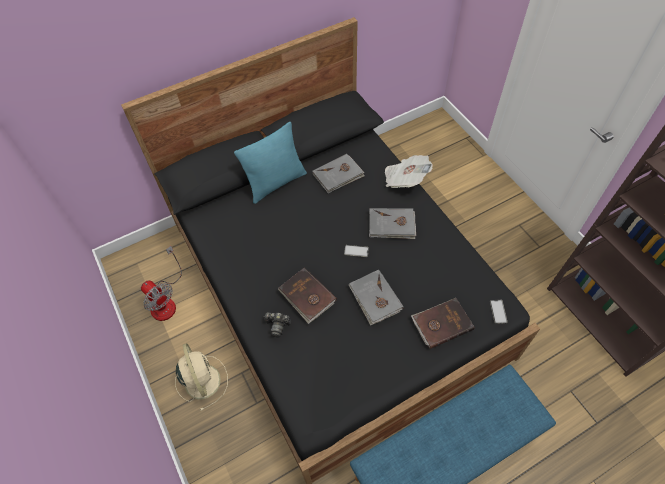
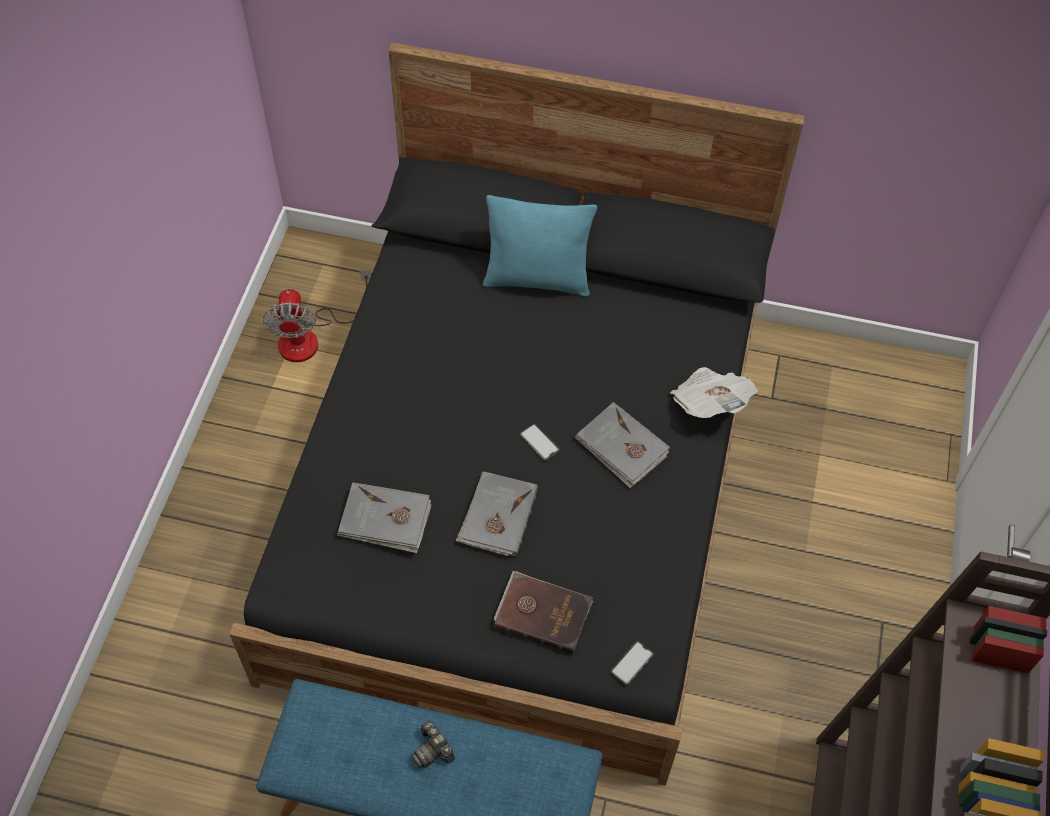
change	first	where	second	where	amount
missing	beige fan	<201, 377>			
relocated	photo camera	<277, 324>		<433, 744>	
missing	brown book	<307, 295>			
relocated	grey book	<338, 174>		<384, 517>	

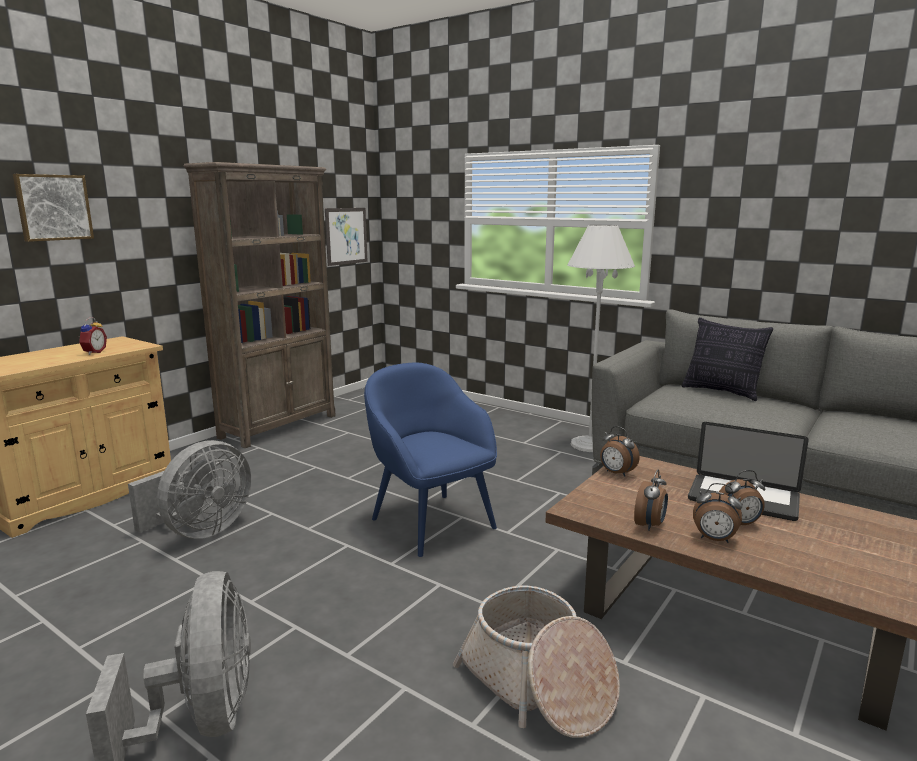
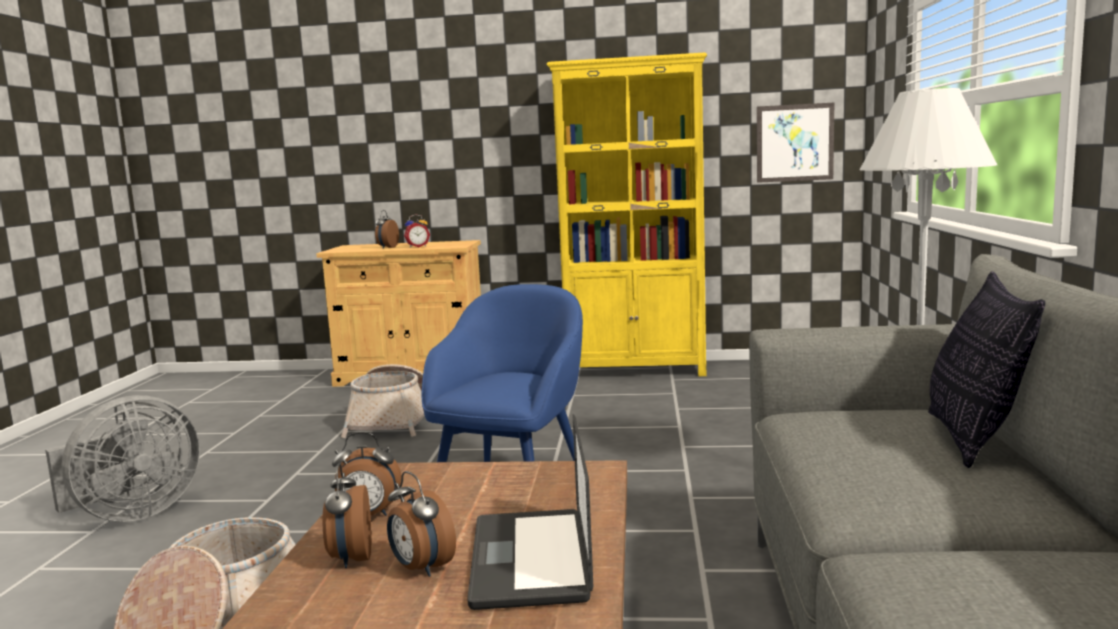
change	first	where	second	where	amount
missing	picture	<53, 208>			
exchanged	grey fan	<189, 489>	basket	<382, 401>	
colour	brown bookcase	<260, 305>	yellow bookcase	<627, 214>	
relocated	alarm clock	<620, 451>		<387, 229>	

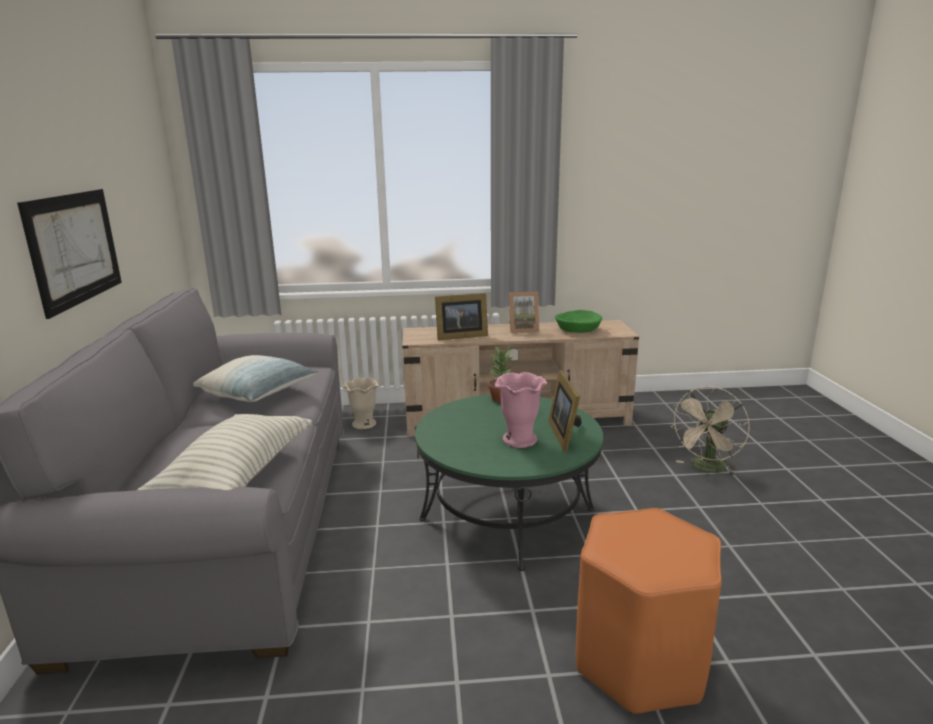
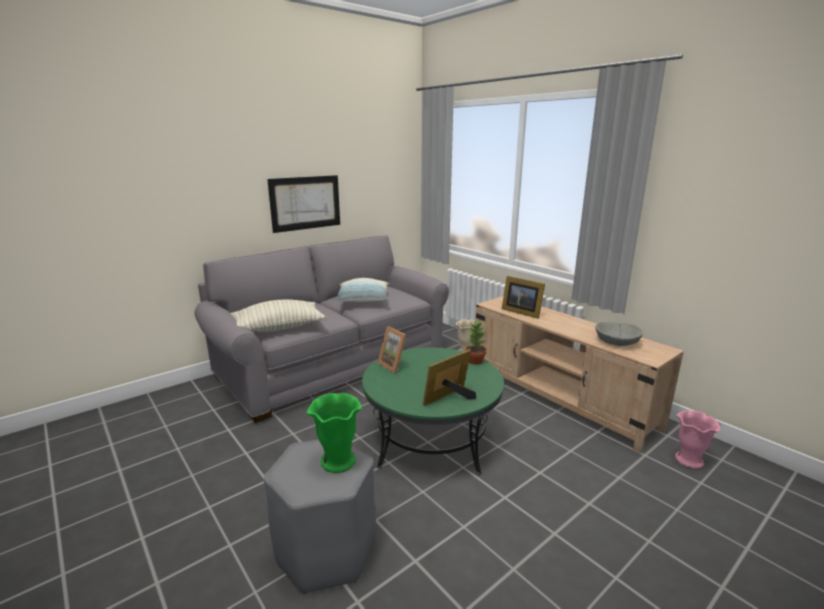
change	first	where	second	where	amount
relocated	pink vase	<521, 410>		<698, 440>	
relocated	picture frame	<523, 312>		<392, 349>	
colour	green bowl	<578, 321>	grey bowl	<619, 334>	
colour	orange stool	<649, 611>	grey stool	<320, 517>	
missing	beige fan	<710, 431>			
appeared			green vase	<334, 433>	

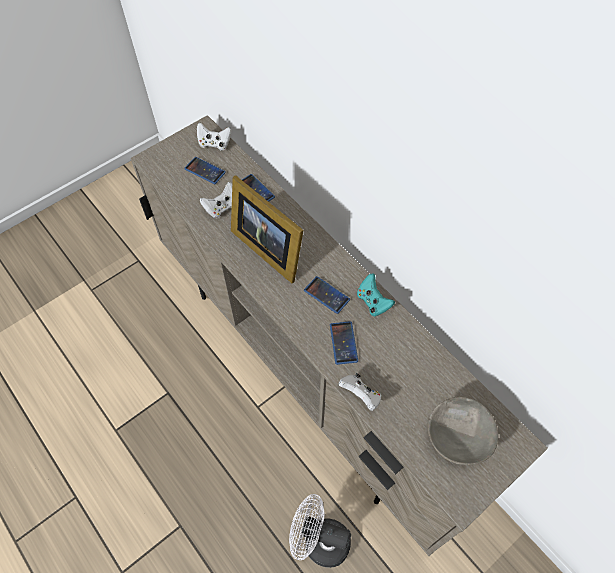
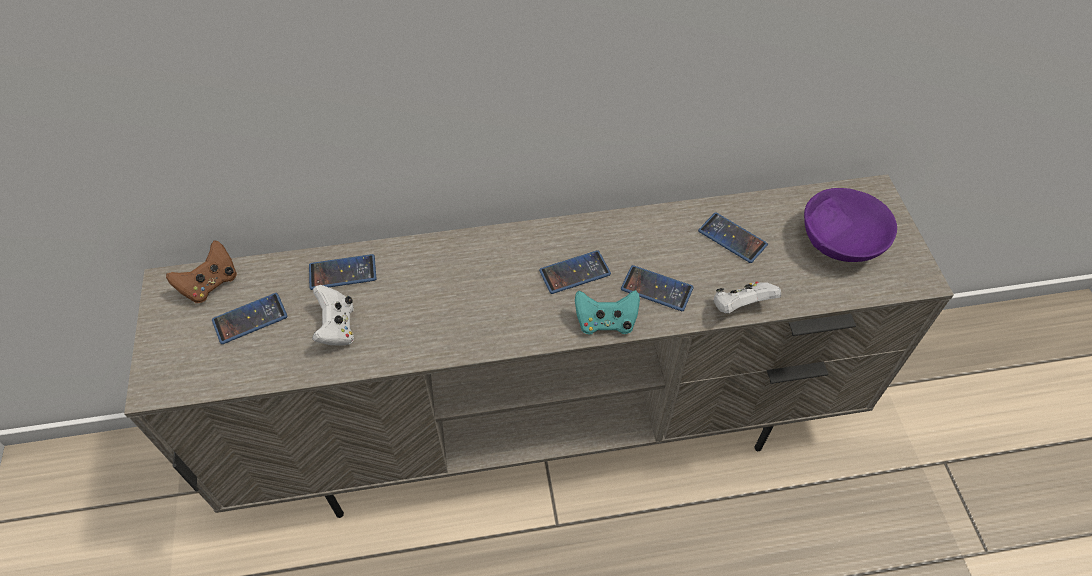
change	first	where	second	where	amount
colour	white game controller	<214, 136>	brown game controller	<201, 271>	
missing	picture frame	<267, 229>			
missing	white fan	<320, 531>			
relocated	turquoise game controller	<376, 295>		<607, 312>	
colour	grey bowl	<463, 430>	purple bowl	<850, 225>	
appeared			phone	<733, 238>	

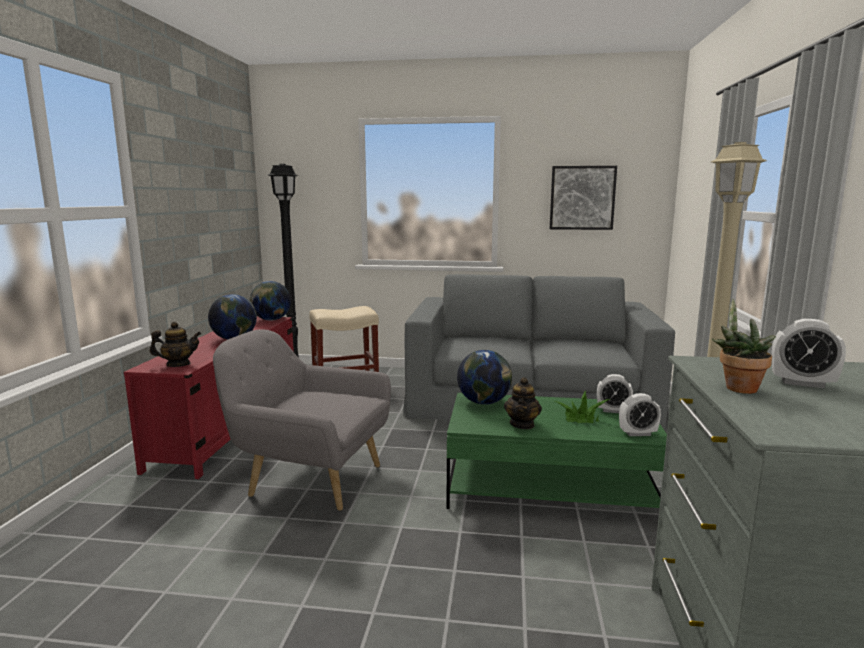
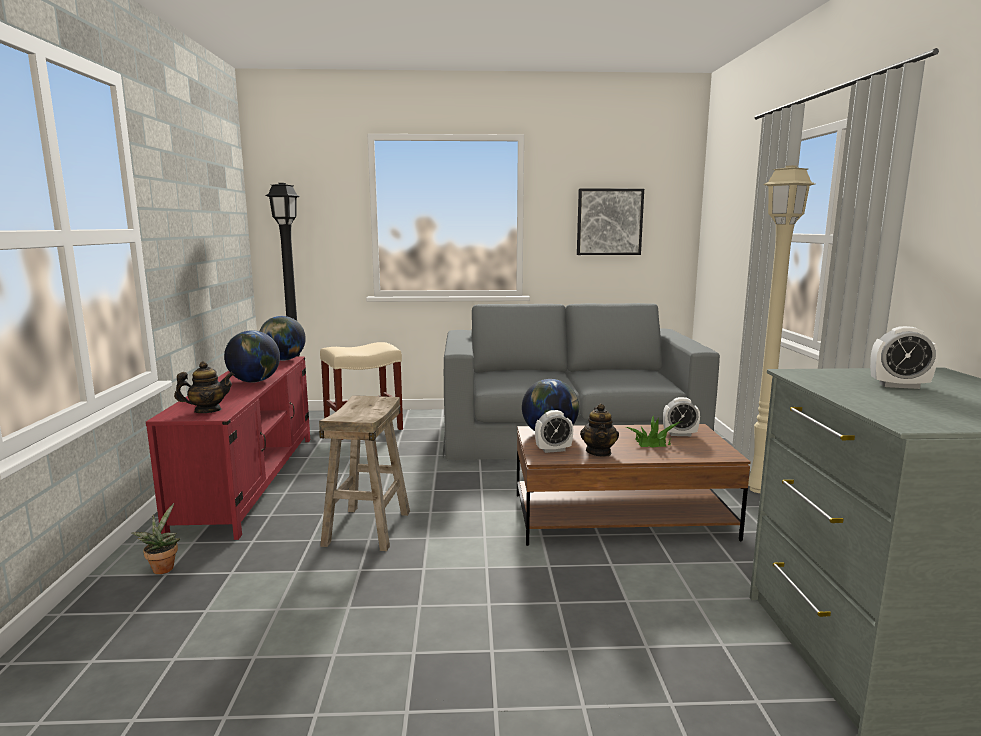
change	first	where	second	where	amount
exchanged	grey armchair	<302, 419>	beige stool	<364, 473>	
colour	green coffee table	<556, 451>	brown coffee table	<634, 485>	
relocated	alarm clock	<640, 414>		<554, 431>	
relocated	potted plant	<744, 346>		<155, 538>	

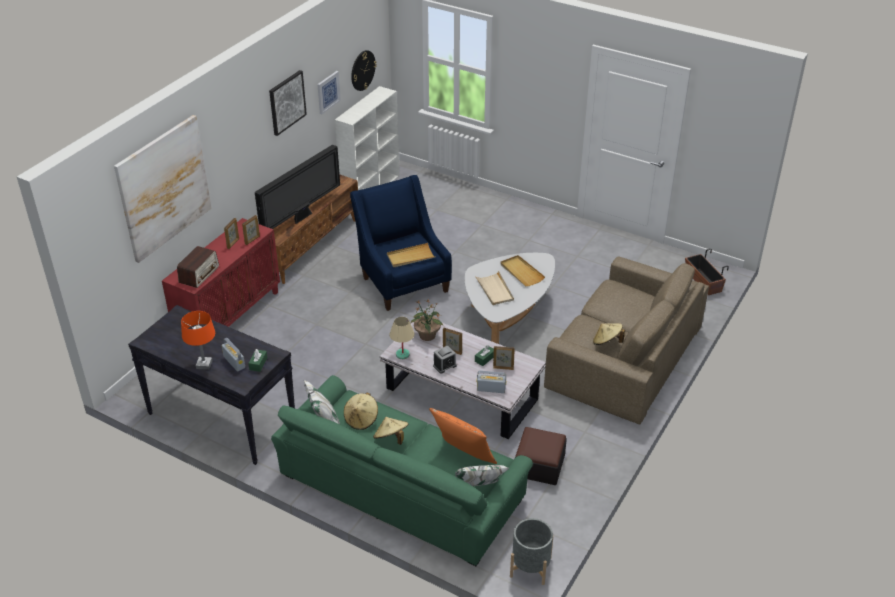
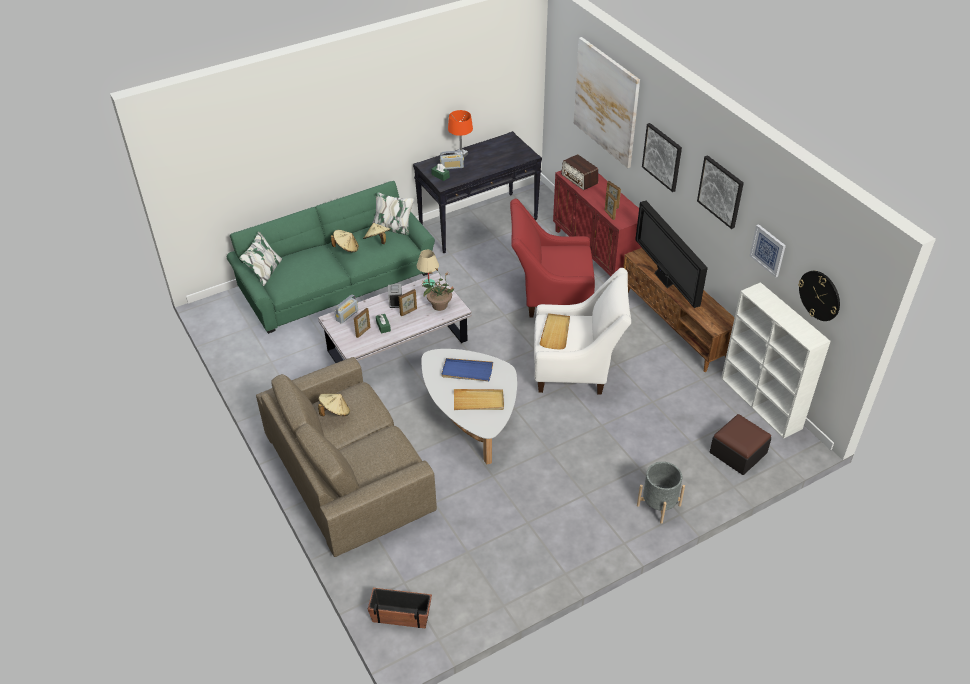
change	first	where	second	where	amount
colour	blue armchair	<401, 243>	white armchair	<582, 331>	
missing	orange pillow	<463, 436>			
colour	beige tray	<494, 288>	blue tray	<467, 370>	
relocated	grey planter	<531, 551>		<661, 493>	
relocated	ottoman	<541, 456>		<740, 444>	
appeared			red armchair	<552, 258>	
appeared			picture	<662, 157>	

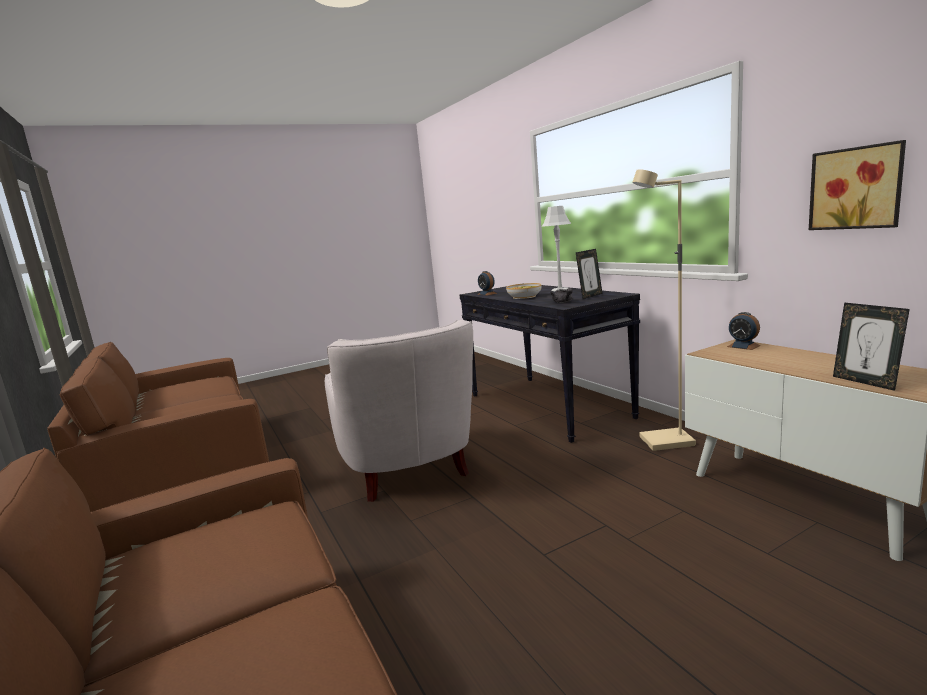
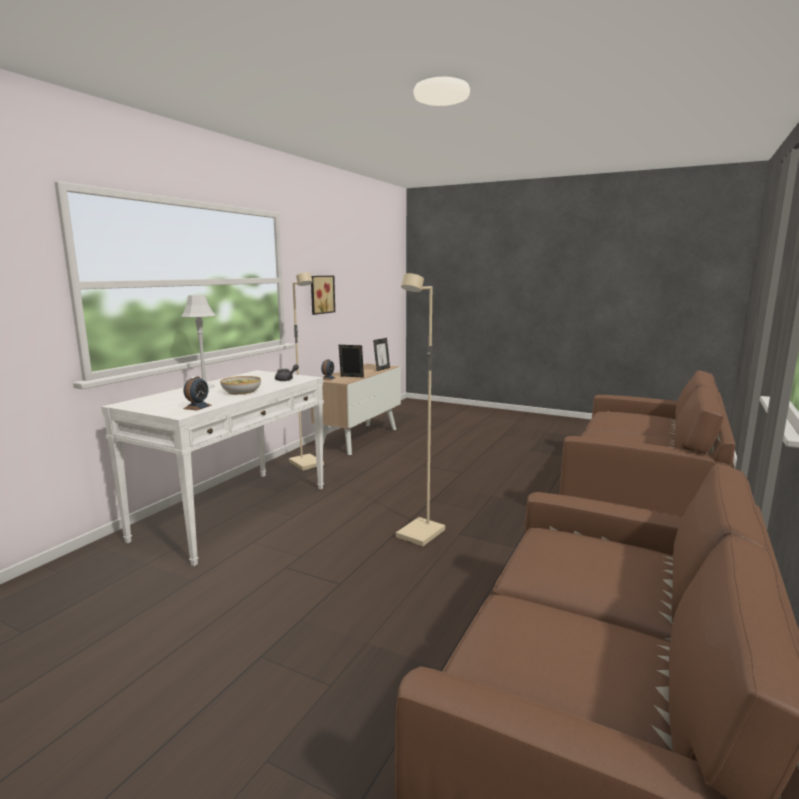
change	first	where	second	where	amount
exchanged	white armchair	<399, 411>	beige floor lamp	<420, 410>	
colour	black console table	<550, 363>	white console table	<212, 468>	
relocated	picture frame	<589, 274>		<351, 361>	

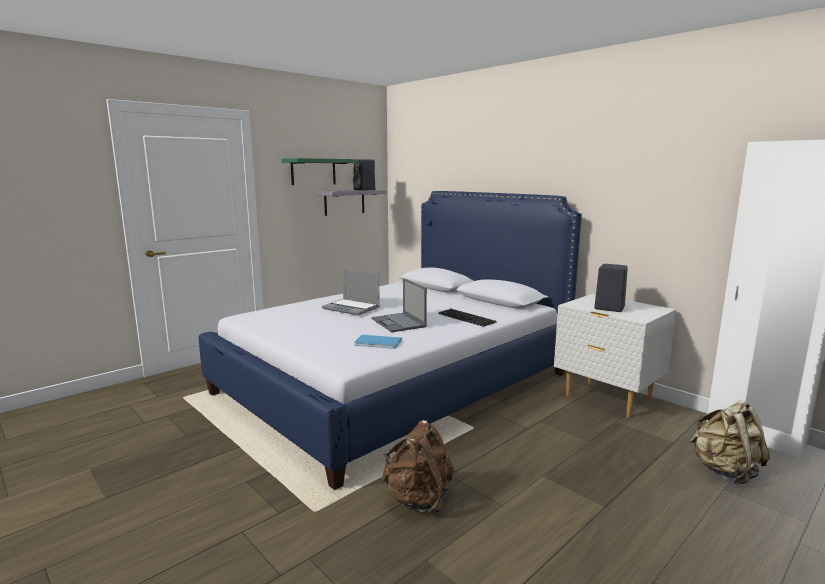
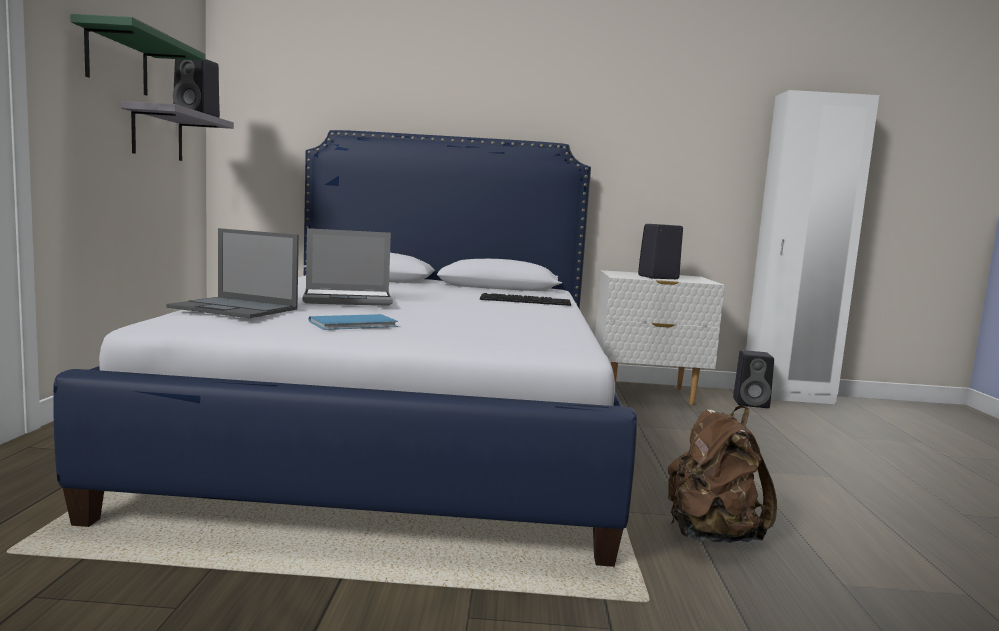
change	first	where	second	where	amount
relocated	blue book	<378, 342>		<353, 322>	
relocated	laptop	<399, 305>		<232, 273>	
missing	beige backpack	<729, 442>			
appeared			black speaker	<753, 379>	

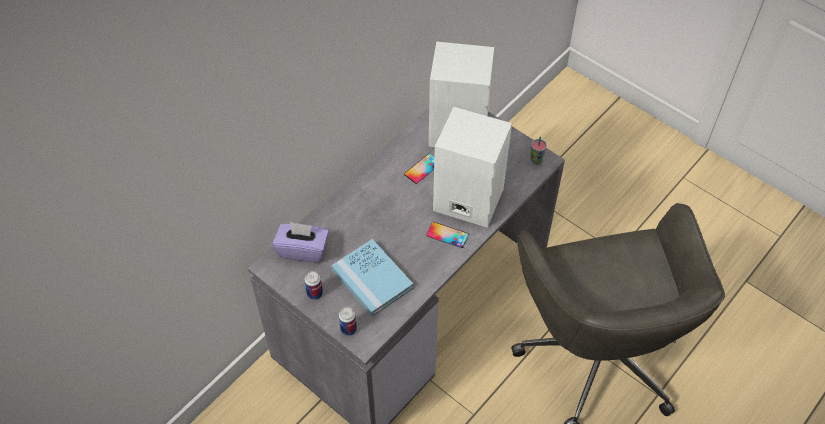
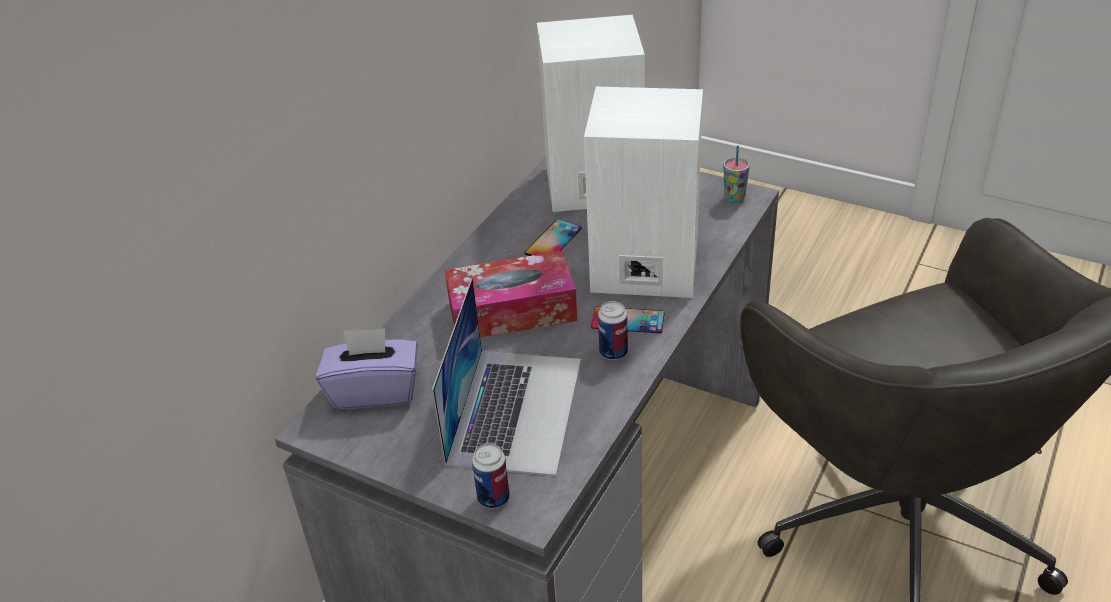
change	first	where	second	where	amount
relocated	can	<313, 285>		<613, 330>	
exchanged	blue book	<372, 277>	laptop	<506, 377>	
appeared			tissue box	<511, 294>	

